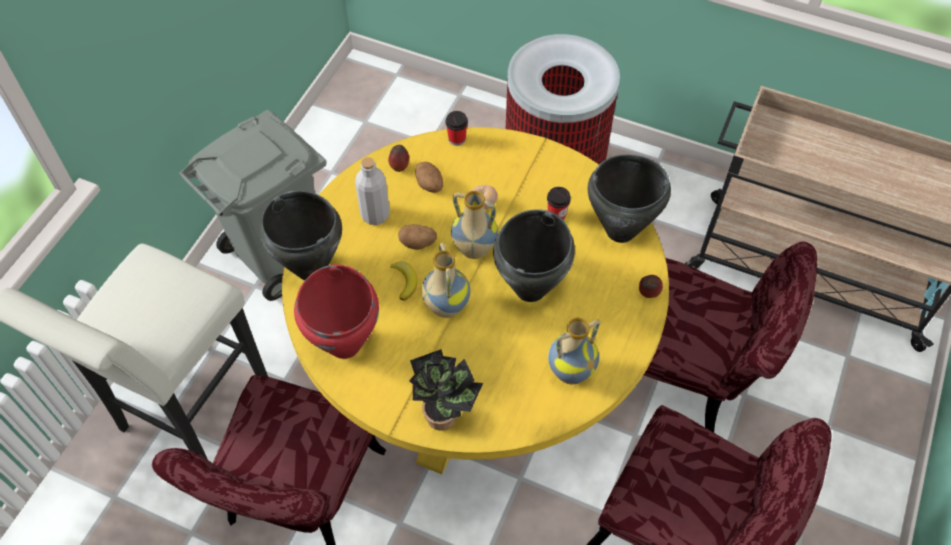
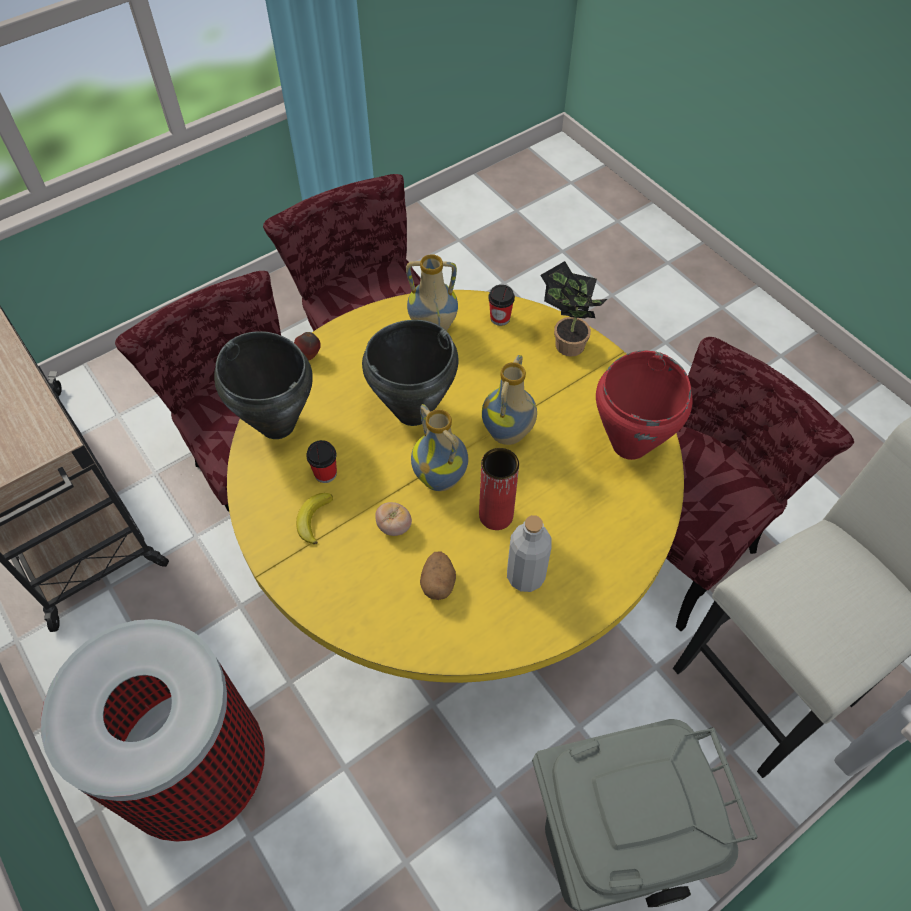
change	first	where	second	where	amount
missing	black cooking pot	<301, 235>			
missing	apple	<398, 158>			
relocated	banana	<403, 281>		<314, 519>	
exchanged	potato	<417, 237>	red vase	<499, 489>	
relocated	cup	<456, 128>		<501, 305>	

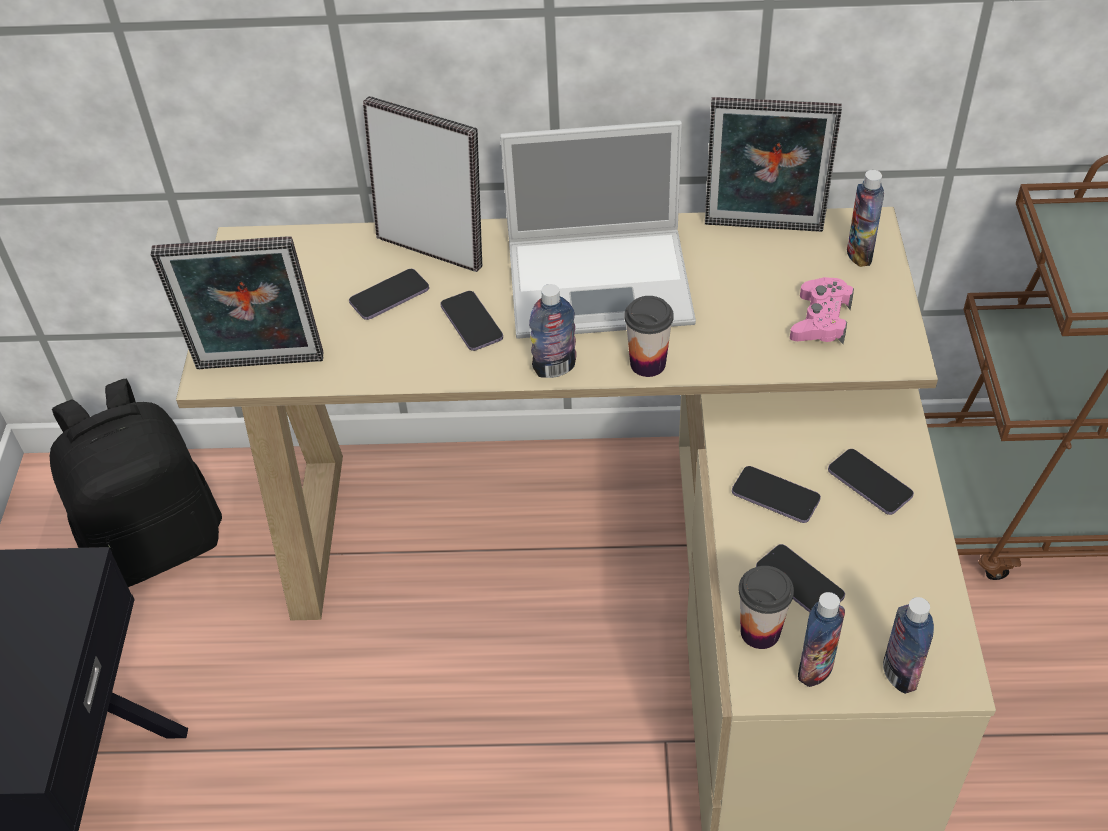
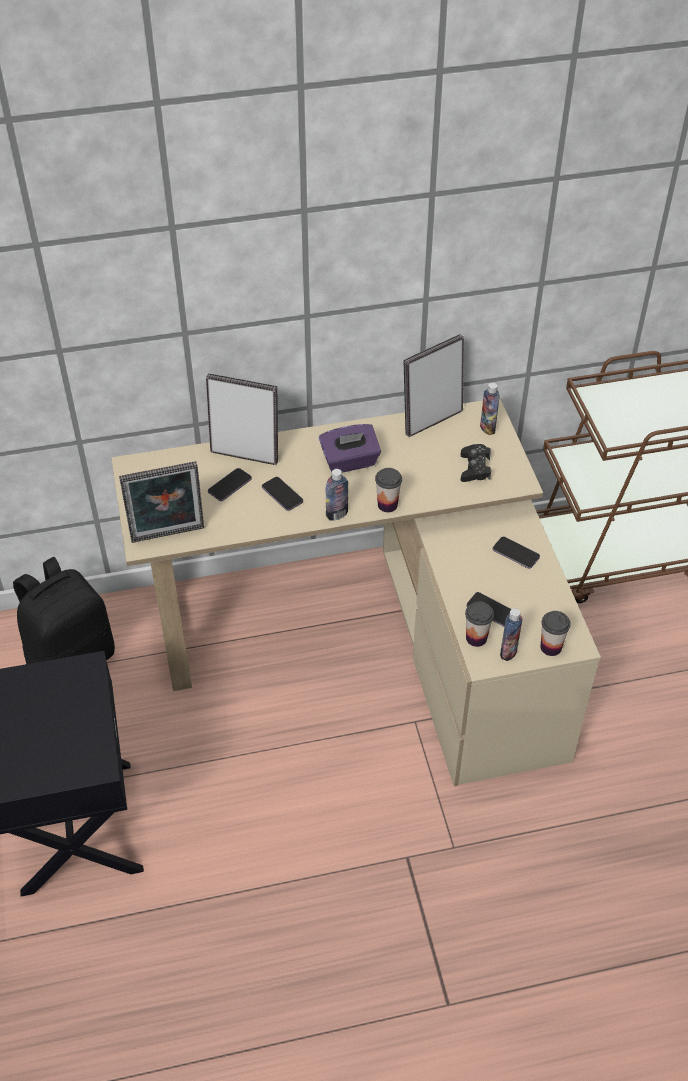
change	first	where	second	where	amount
exchanged	laptop	<598, 229>	purple tissue box	<350, 448>	
spun	picture frame	<773, 164>		<433, 385>	150 degrees clockwise
missing	phone	<776, 494>			
colour	pink game controller	<822, 310>	black game controller	<476, 463>	
exchanged	bottle	<908, 645>	cup	<555, 633>	

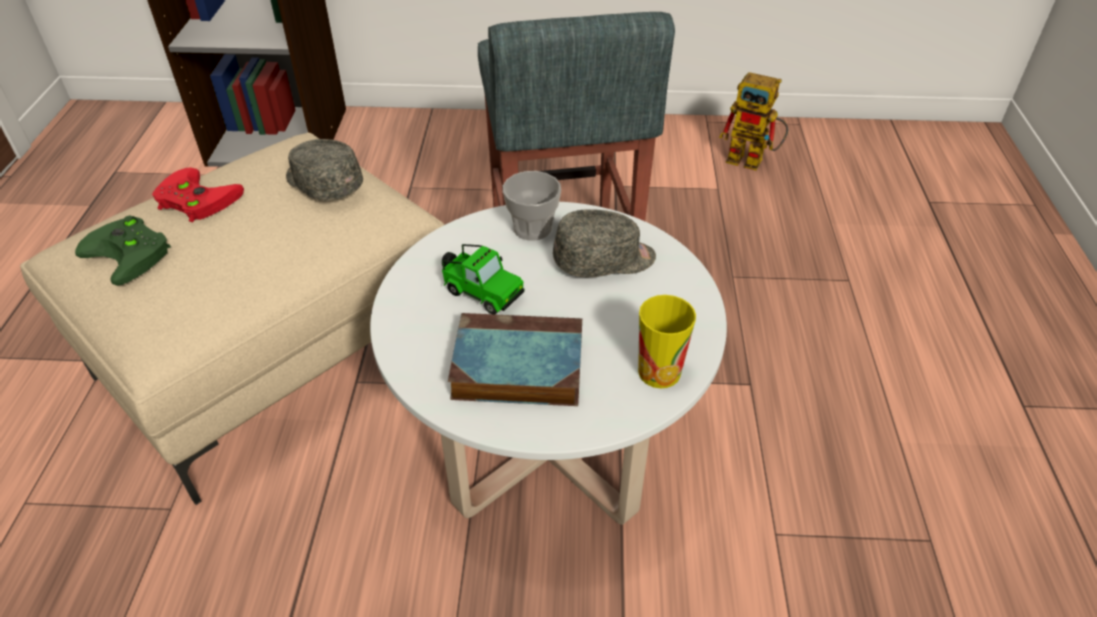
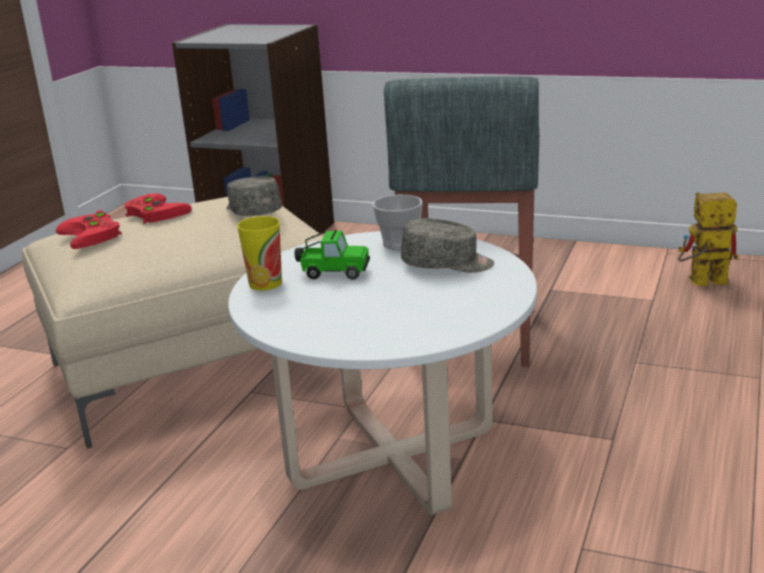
change	first	where	second	where	amount
colour	green game controller	<123, 251>	red game controller	<89, 229>	
spun	toy car	<483, 279>		<332, 254>	45 degrees counterclockwise
missing	book	<515, 359>			
relocated	cup	<667, 341>		<259, 253>	
spun	toy robot	<753, 121>		<707, 239>	135 degrees clockwise

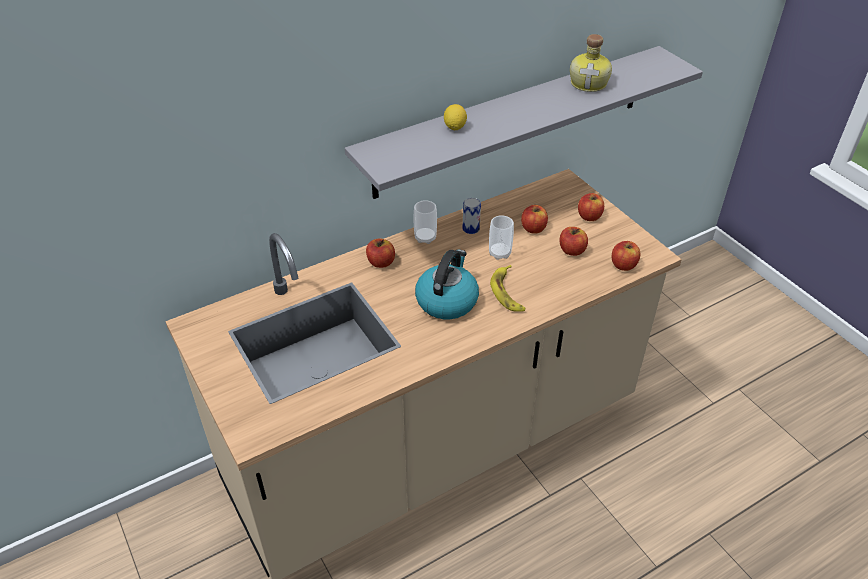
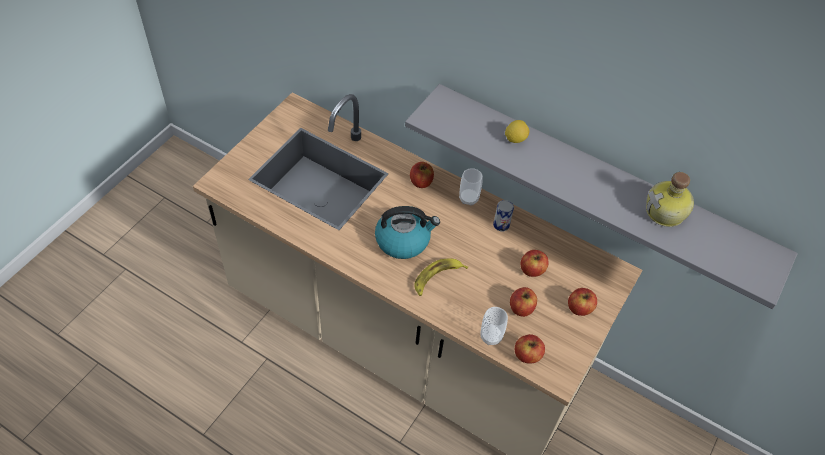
change	first	where	second	where	amount
relocated	cup	<501, 238>		<494, 326>	

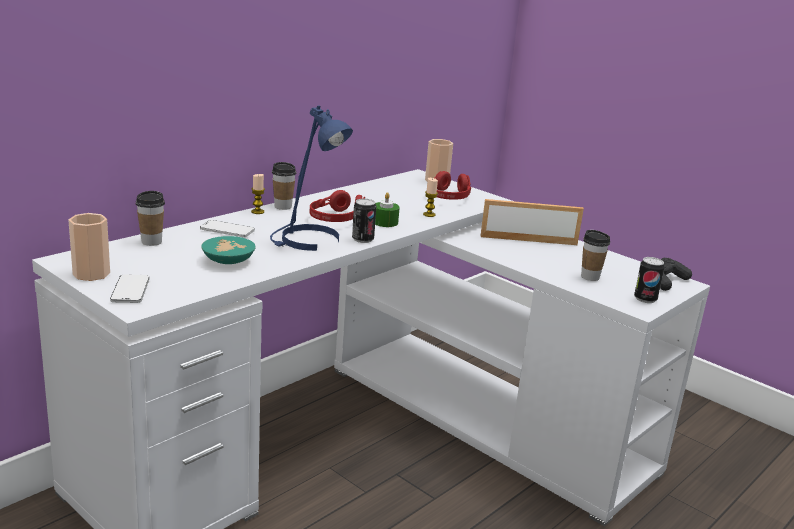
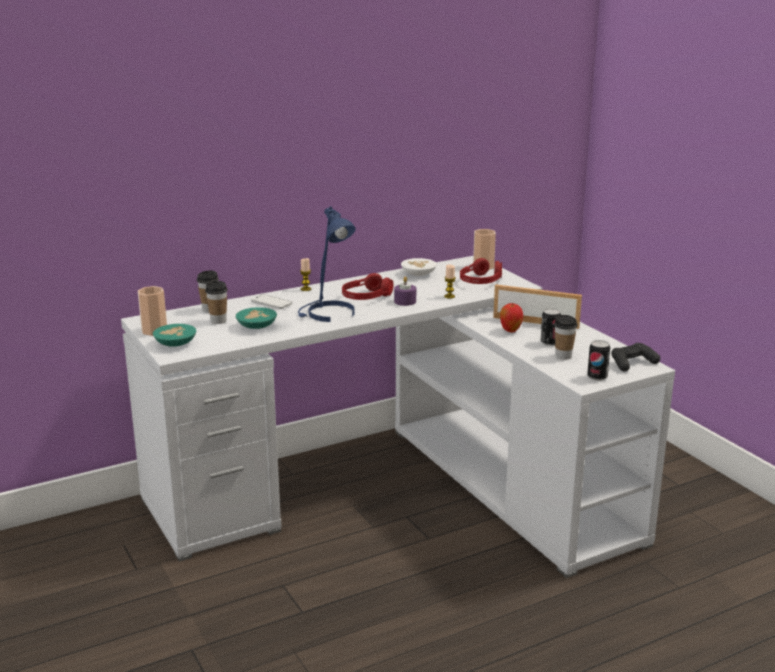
change	first	where	second	where	amount
exchanged	phone	<130, 289>	turquoise bowl	<174, 335>	
relocated	cup	<284, 186>		<216, 302>	
relocated	can	<364, 221>		<551, 327>	
colour	green candle	<387, 209>	purple candle	<405, 291>	
appeared			white bowl	<419, 267>	
appeared			apple	<511, 318>	

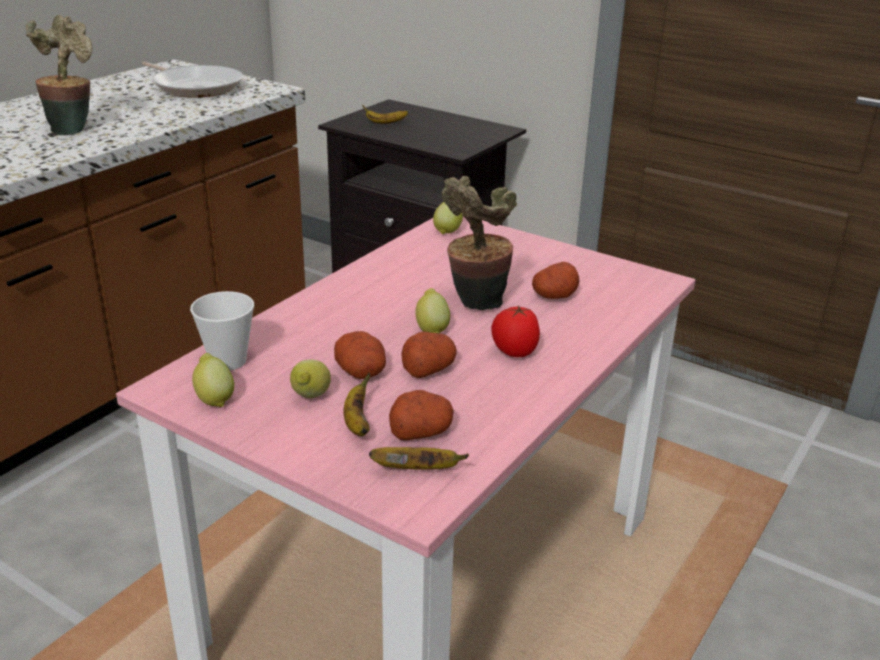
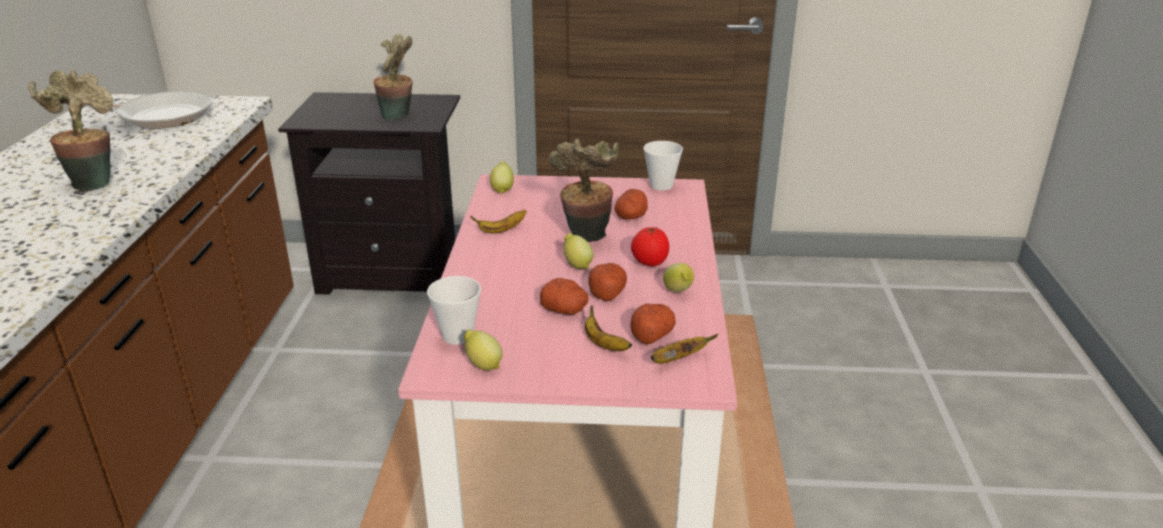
change	first	where	second	where	amount
relocated	lemon	<310, 378>		<678, 277>	
relocated	banana	<385, 114>		<498, 222>	
appeared			potted plant	<393, 77>	
appeared			cup	<663, 165>	

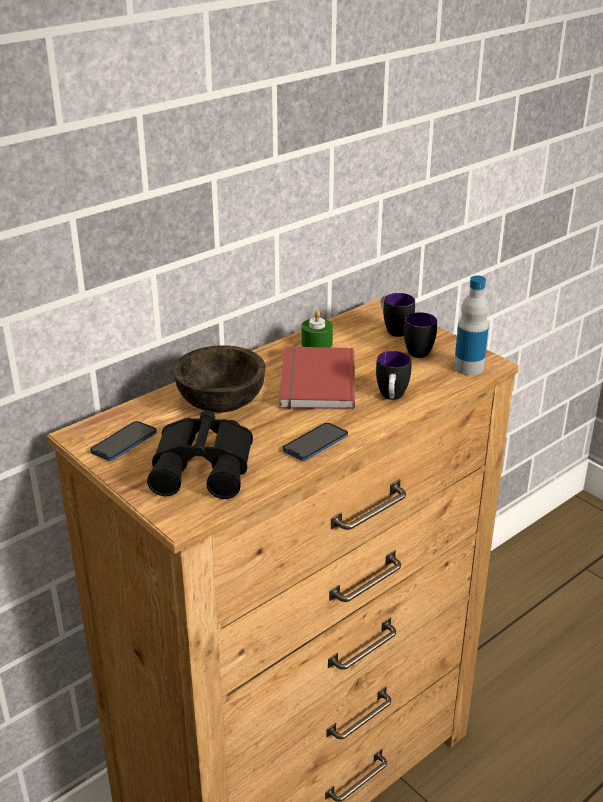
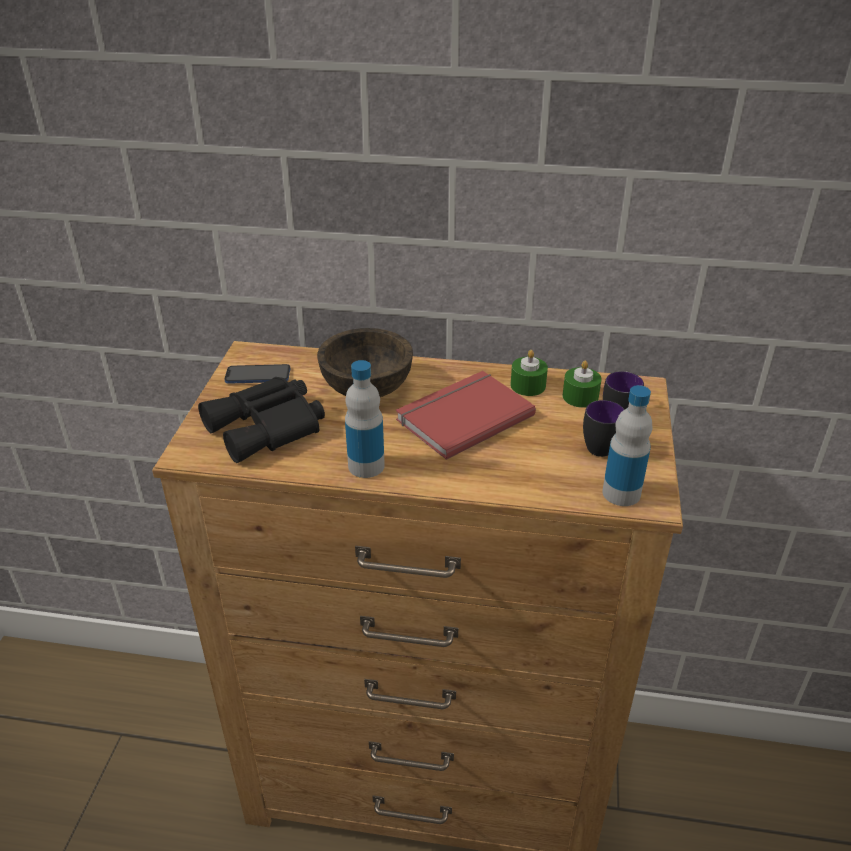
change	first	where	second	where	amount
exchanged	phone	<315, 442>	bottle	<365, 419>	
missing	mug	<393, 375>			
appeared			green candle	<582, 384>	

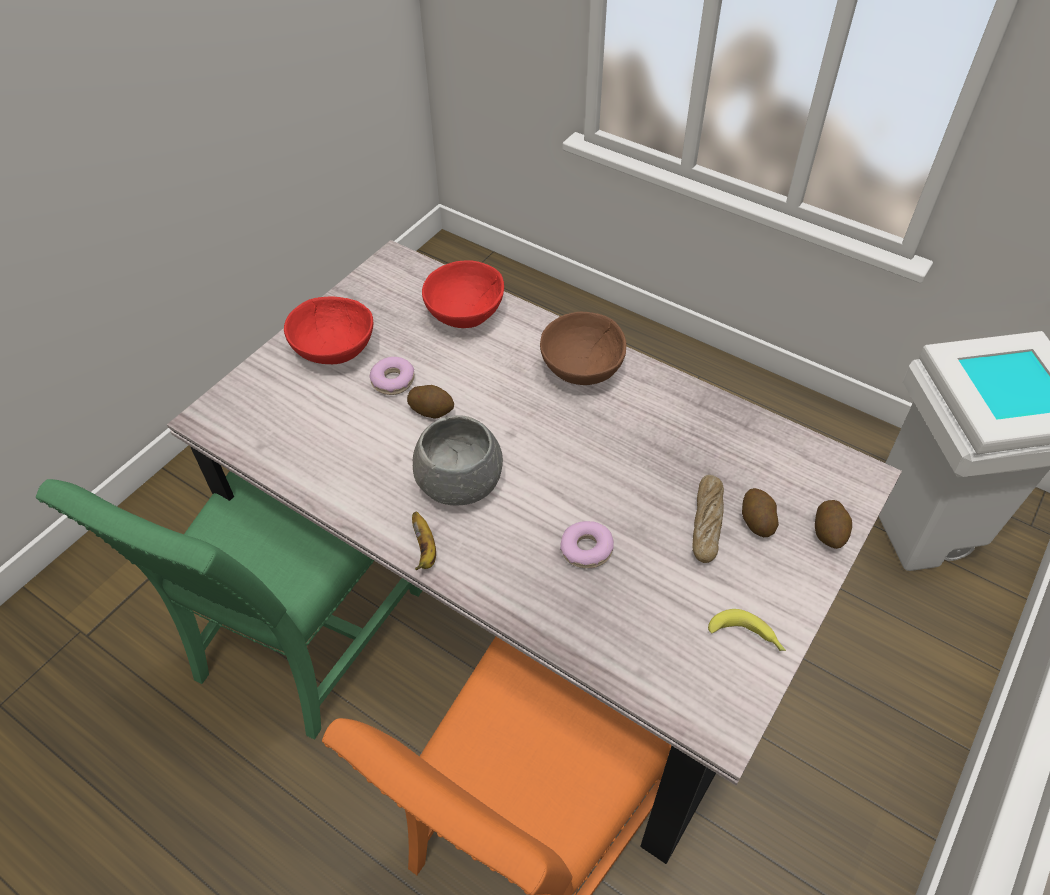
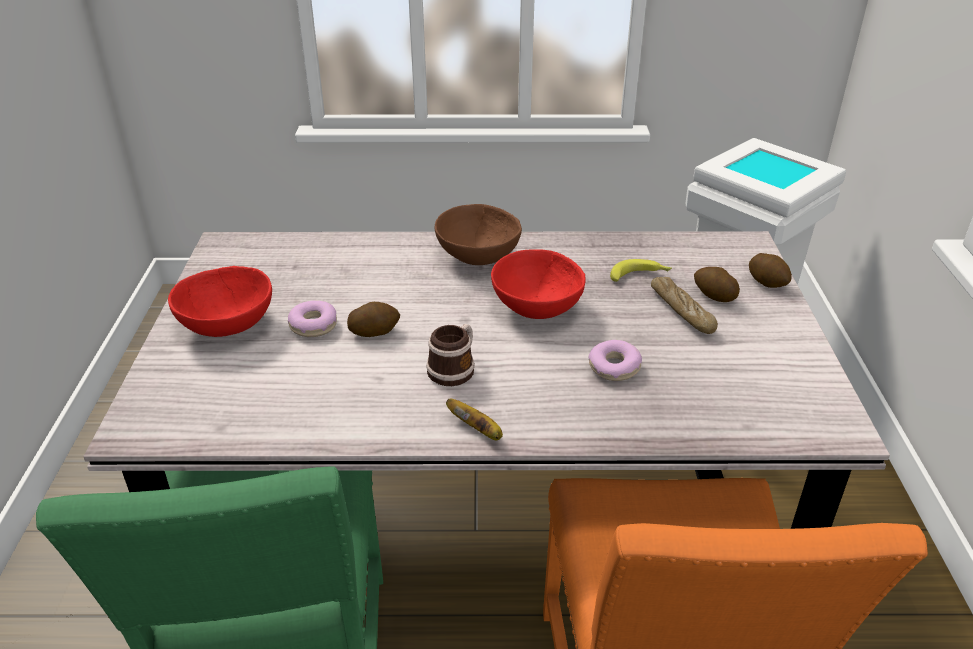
change	first	where	second	where	amount
exchanged	grey bowl	<458, 460>	mug	<450, 355>	
relocated	red bowl	<463, 294>		<538, 284>	
relocated	banana	<747, 630>		<641, 270>	

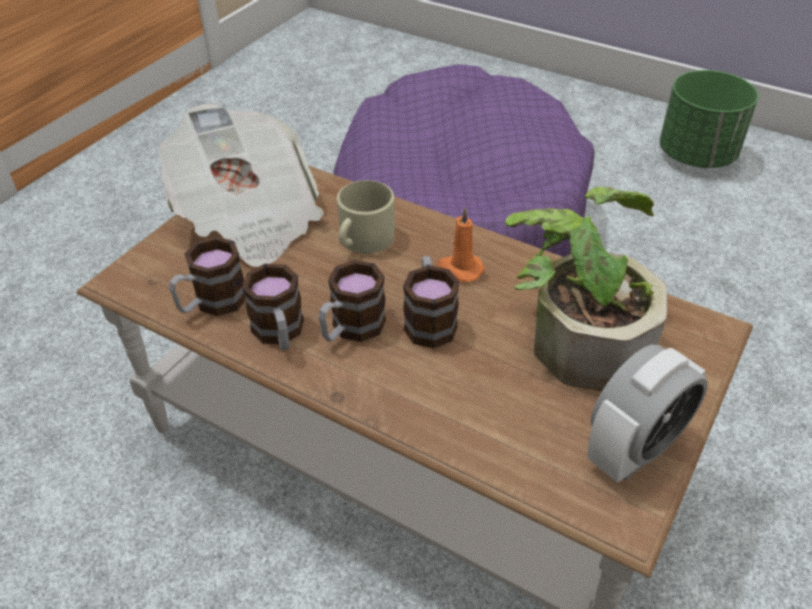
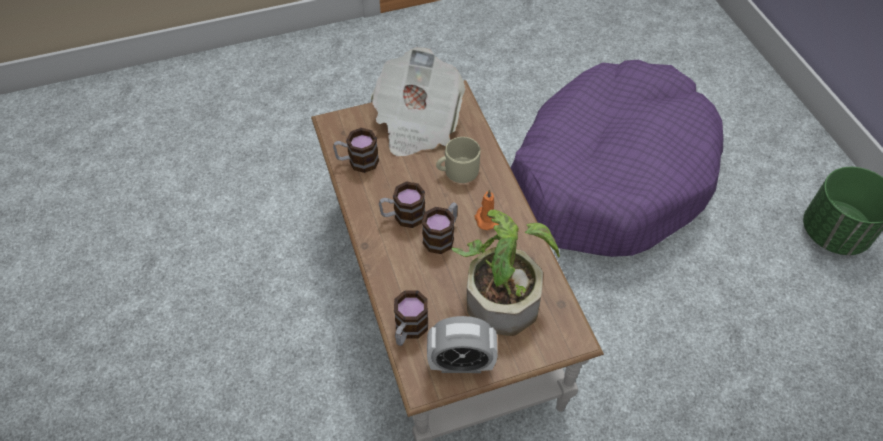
change	first	where	second	where	amount
relocated	mug	<273, 307>		<411, 318>	

